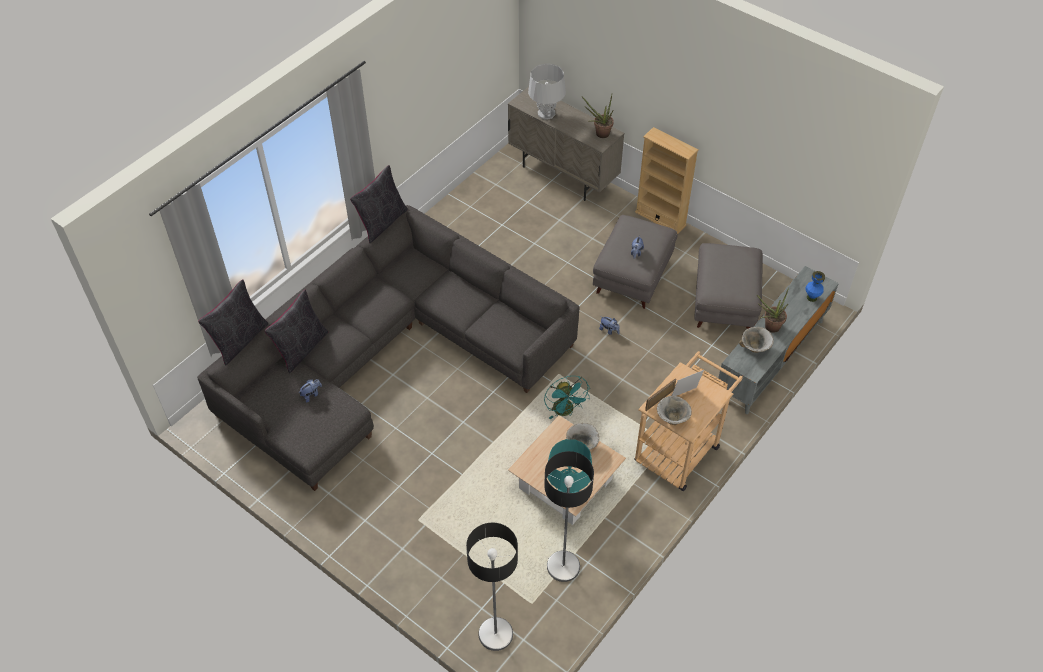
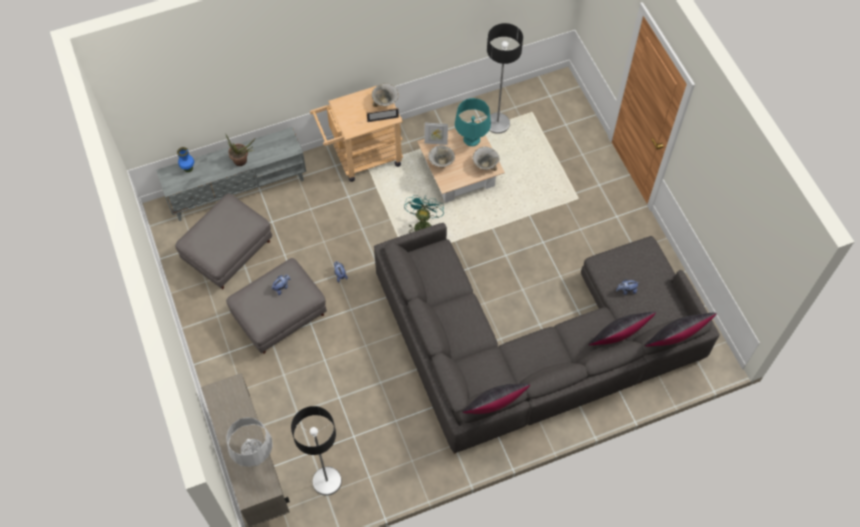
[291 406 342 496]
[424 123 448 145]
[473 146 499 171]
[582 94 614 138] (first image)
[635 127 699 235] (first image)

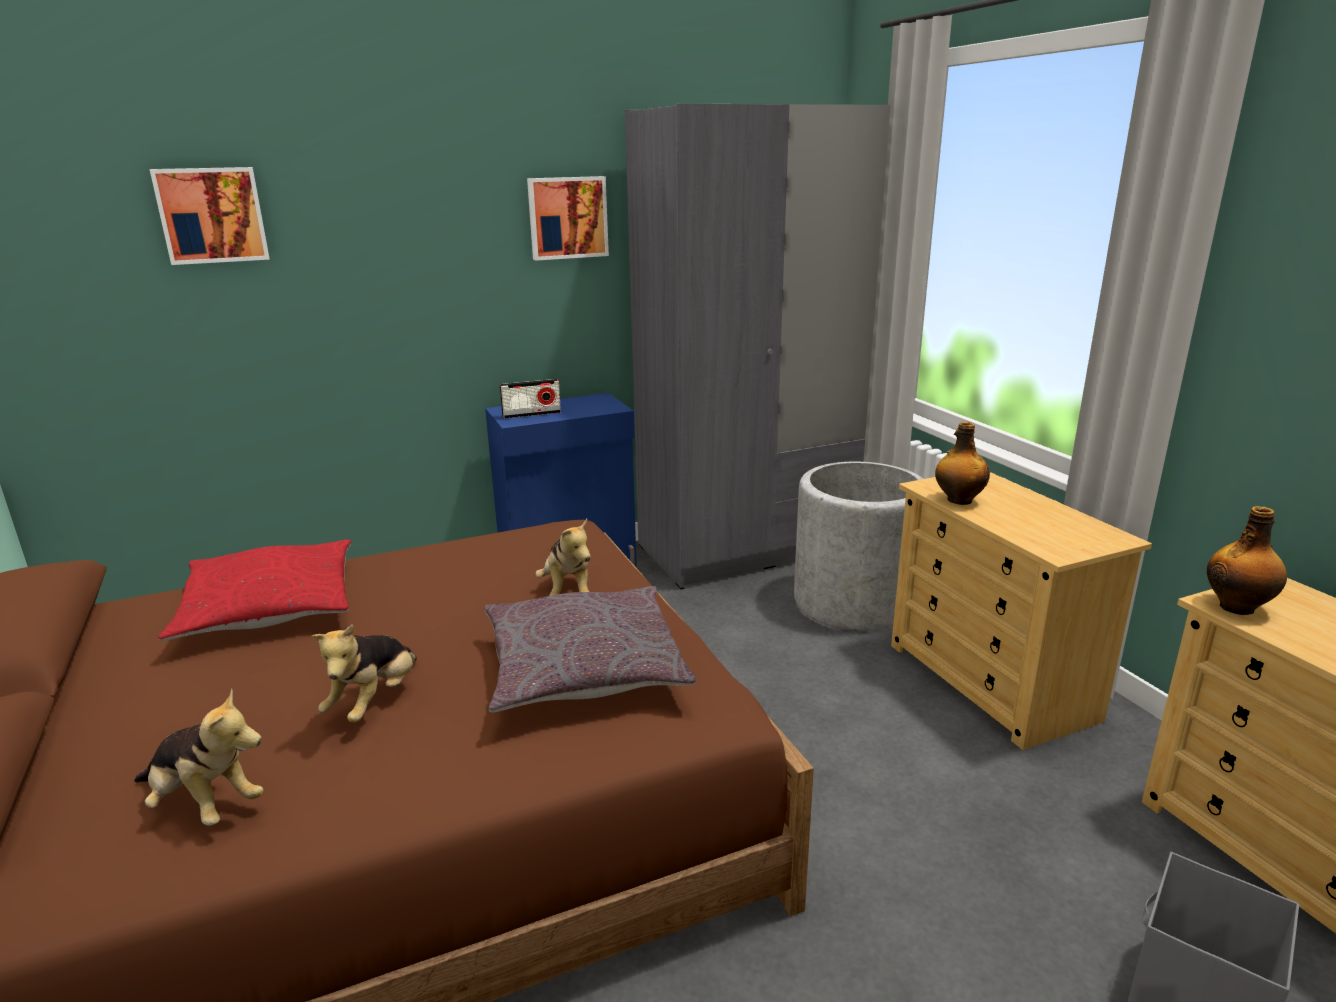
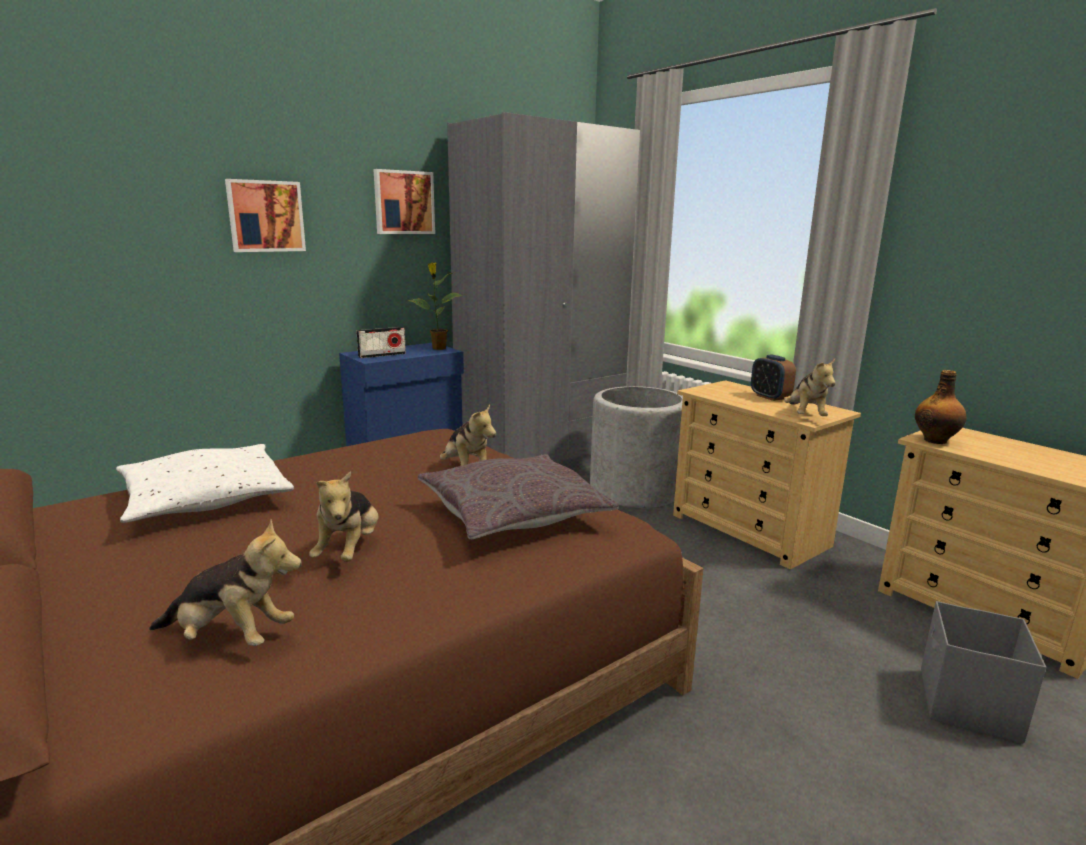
[116 444 294 523]
[225 179 306 252]
[408 263 462 350]
[751 355 796 401]
[784 359 835 416]
[935 422 990 505] (first image)

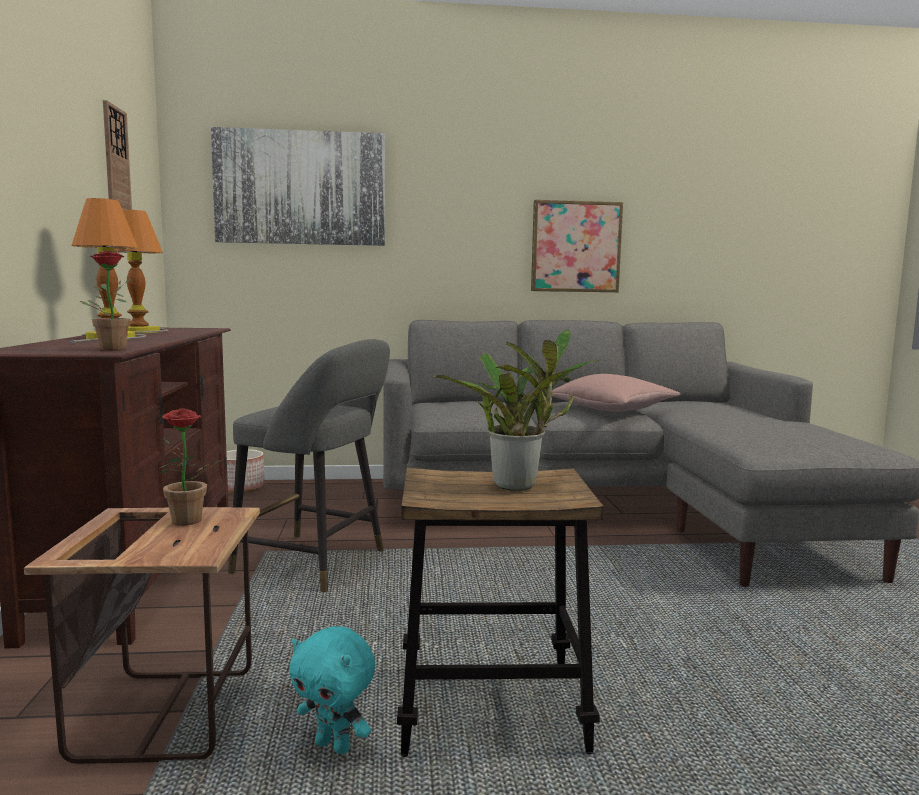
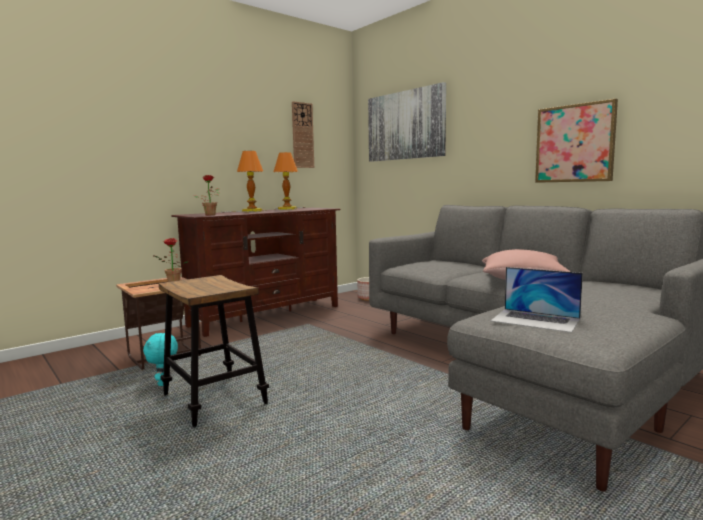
[490 267 583 333]
[228 339 390 592] (first image)
[433 329 599 491] (first image)

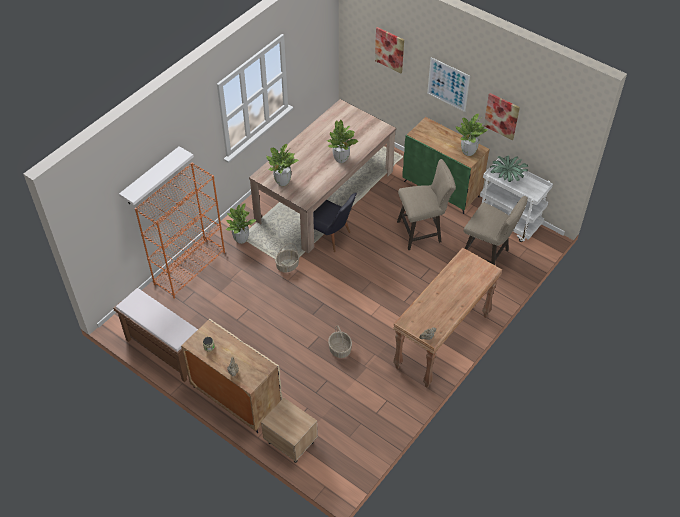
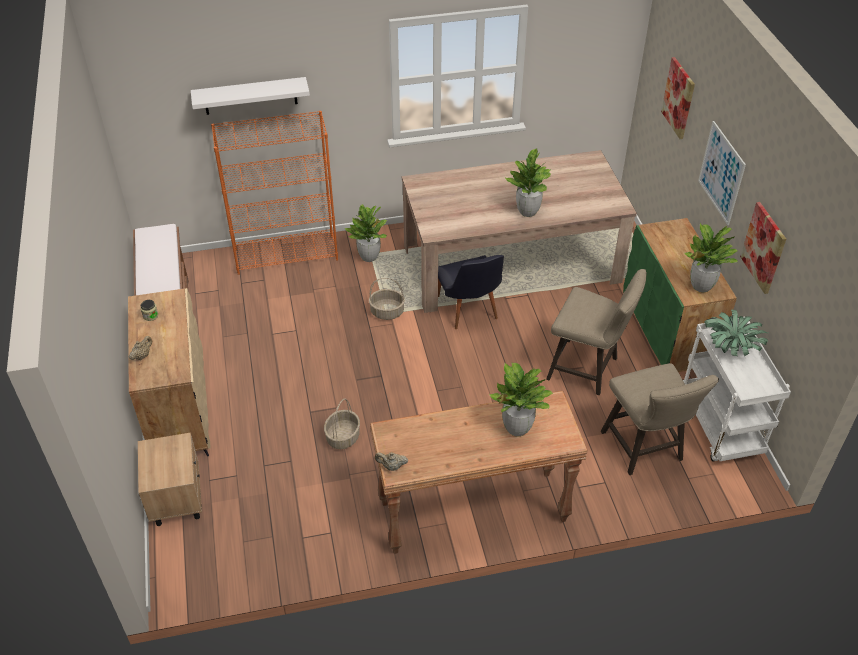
[489 363 553 436]

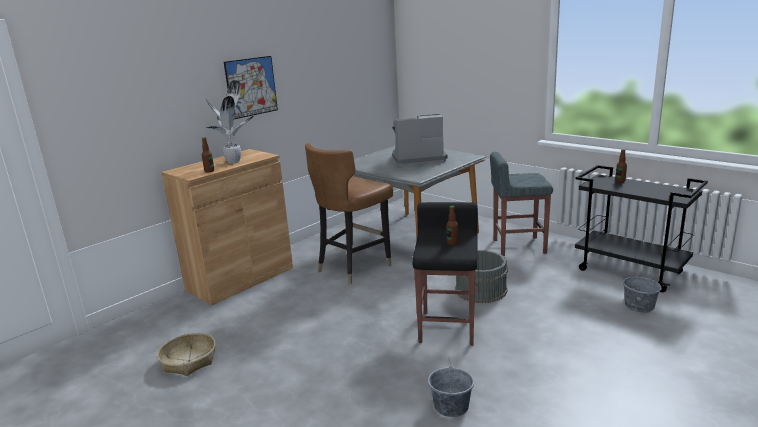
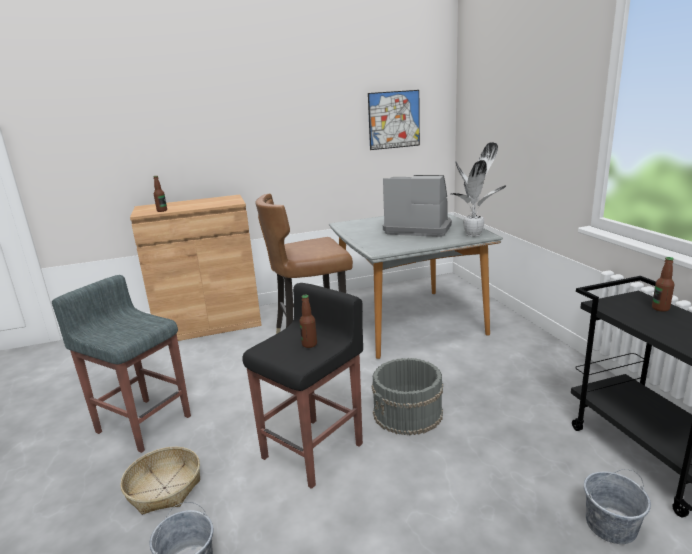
[52 275 191 453]
[120 447 200 515]
[368 90 420 150]
[451 142 506 237]

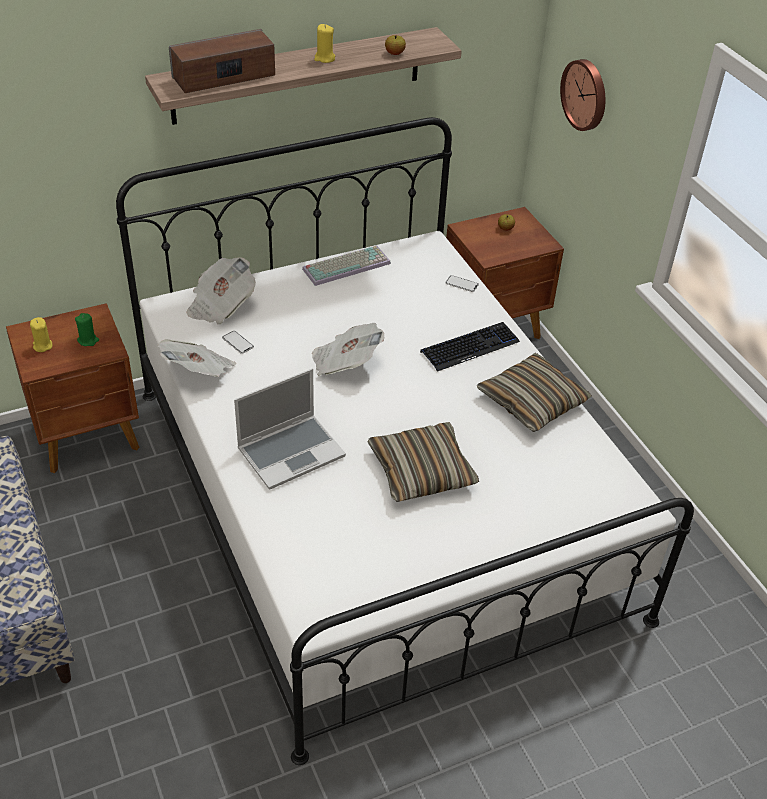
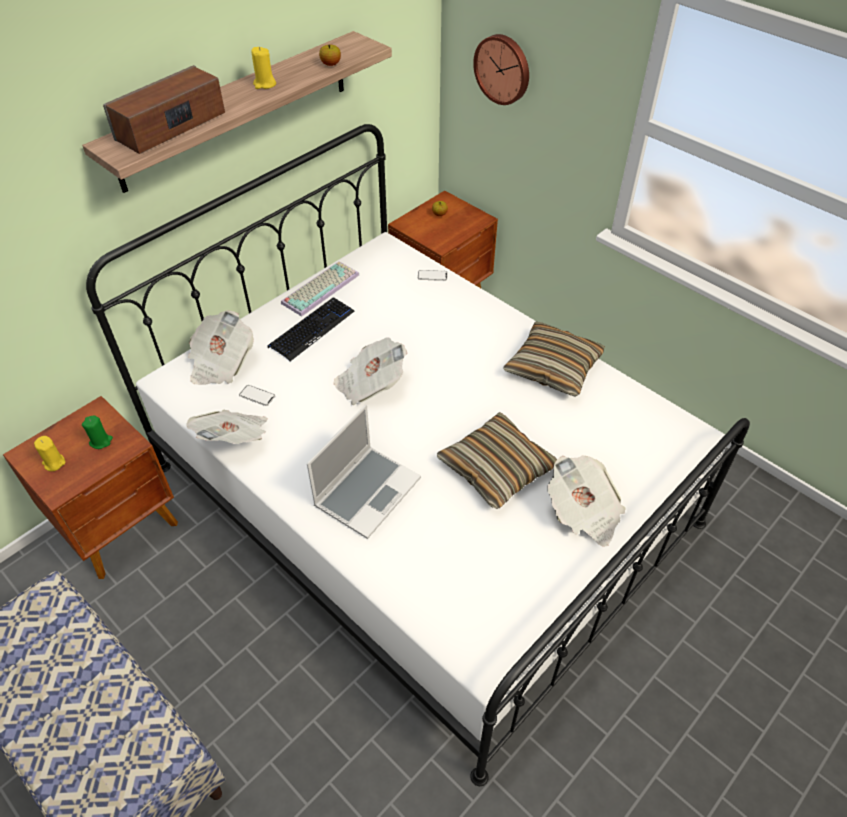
[267 297 354 361]
[547 455 626 547]

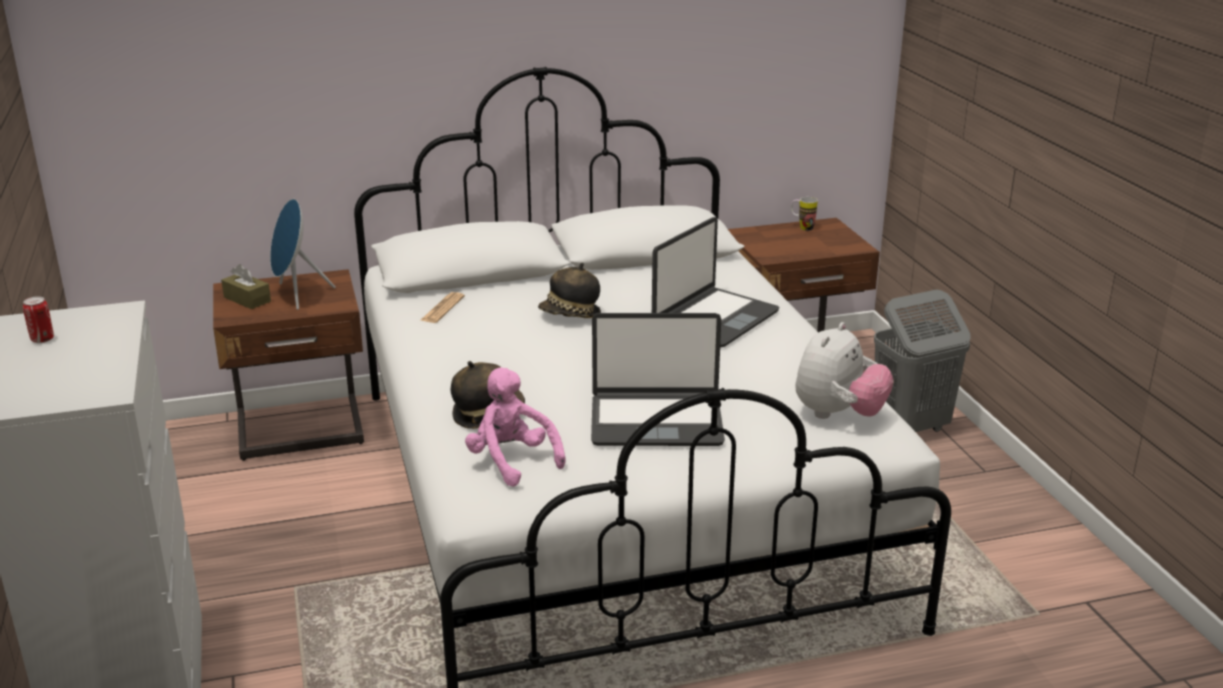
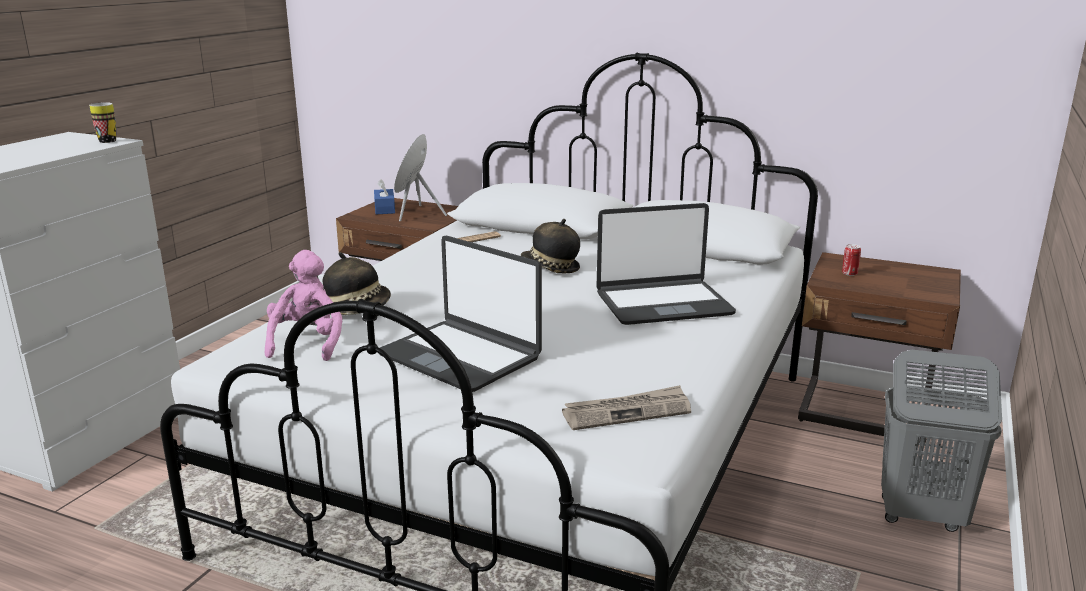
[89 102 116 143]
[374 179 395 214]
[562 385 691 430]
[842 244 861 276]

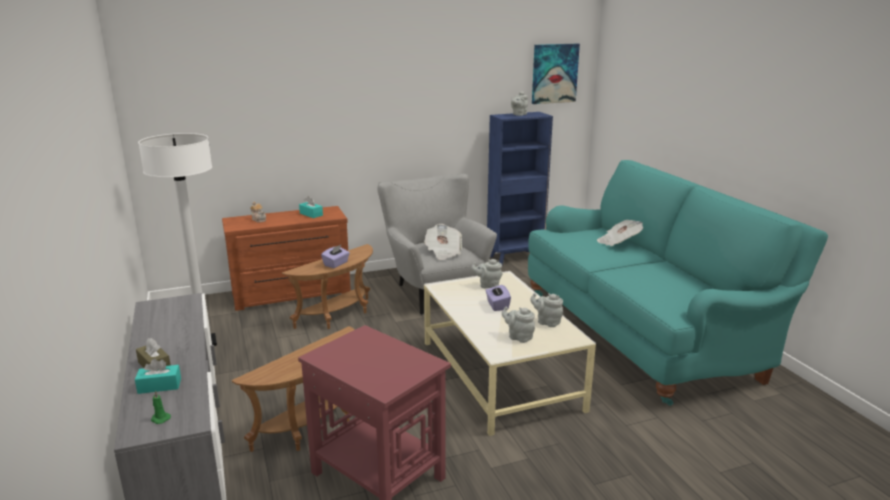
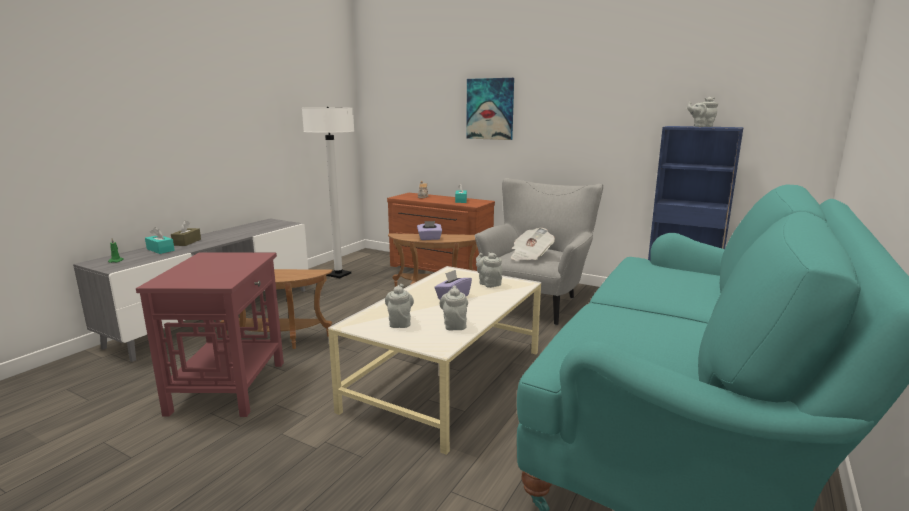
[466 78 514 140]
[597 220 643 246] (first image)

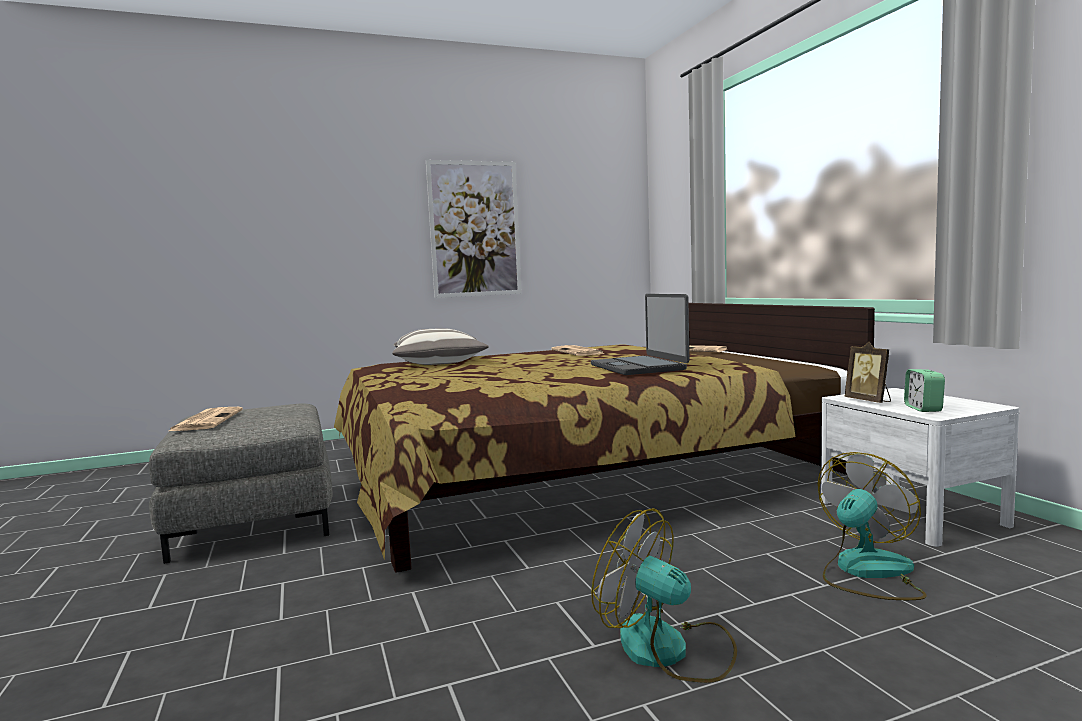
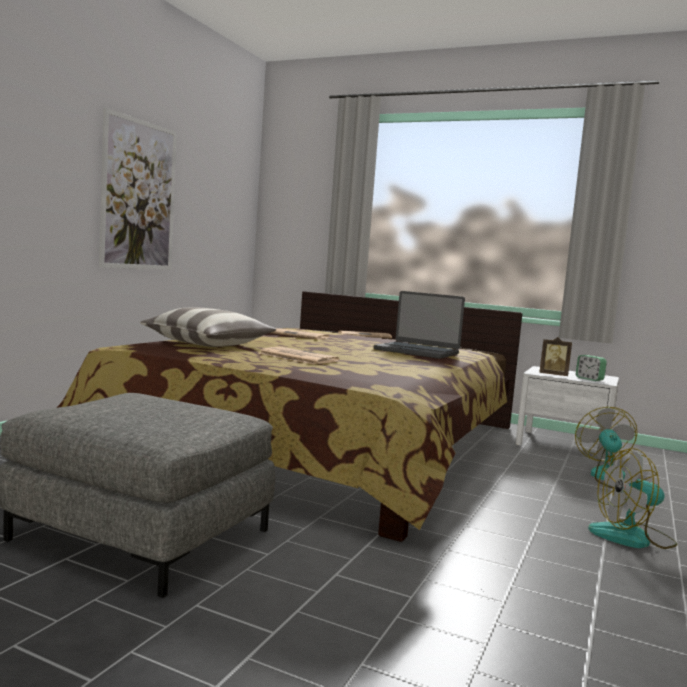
[258 347 339 364]

